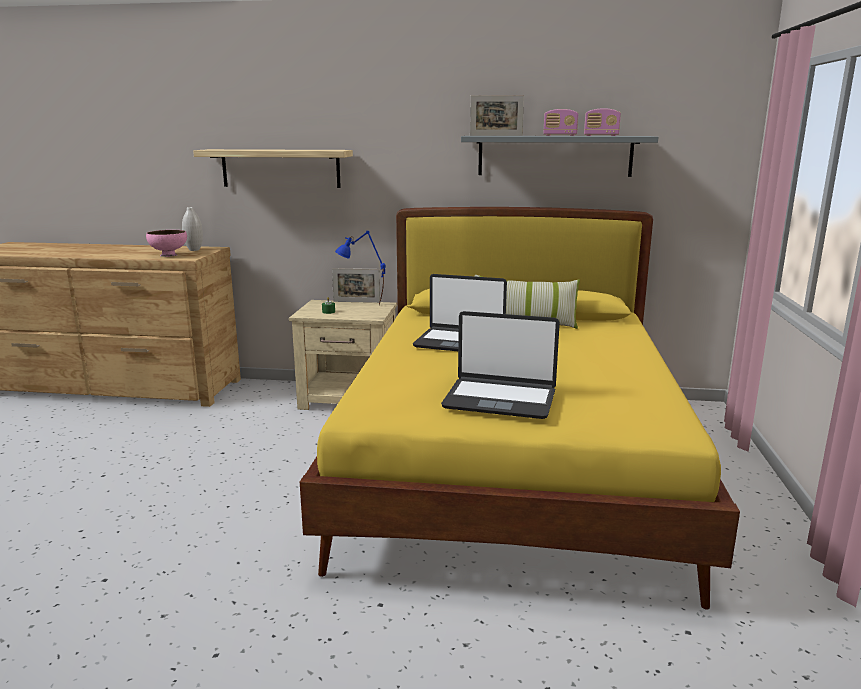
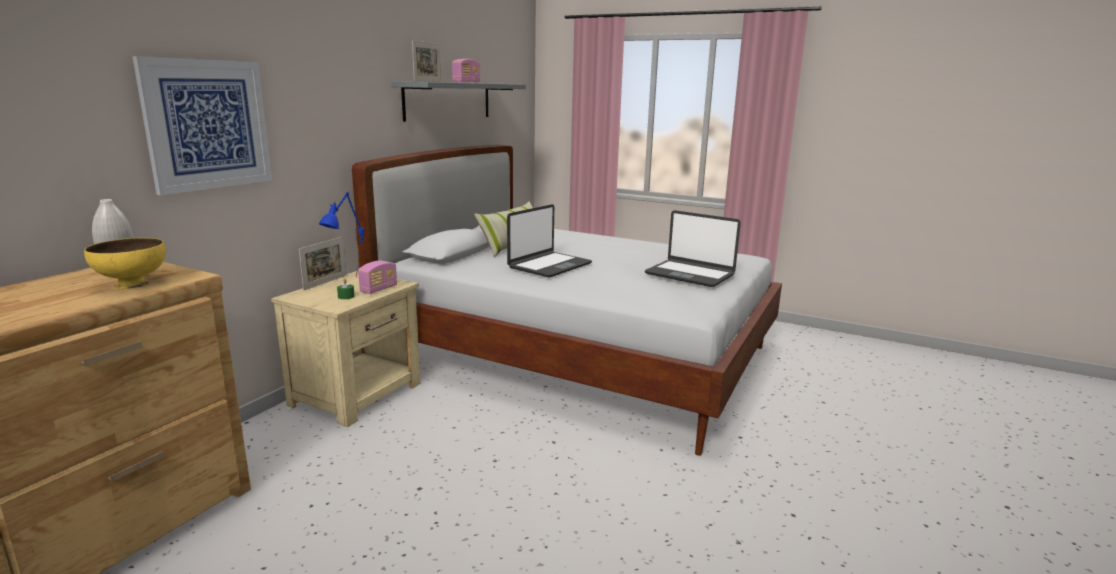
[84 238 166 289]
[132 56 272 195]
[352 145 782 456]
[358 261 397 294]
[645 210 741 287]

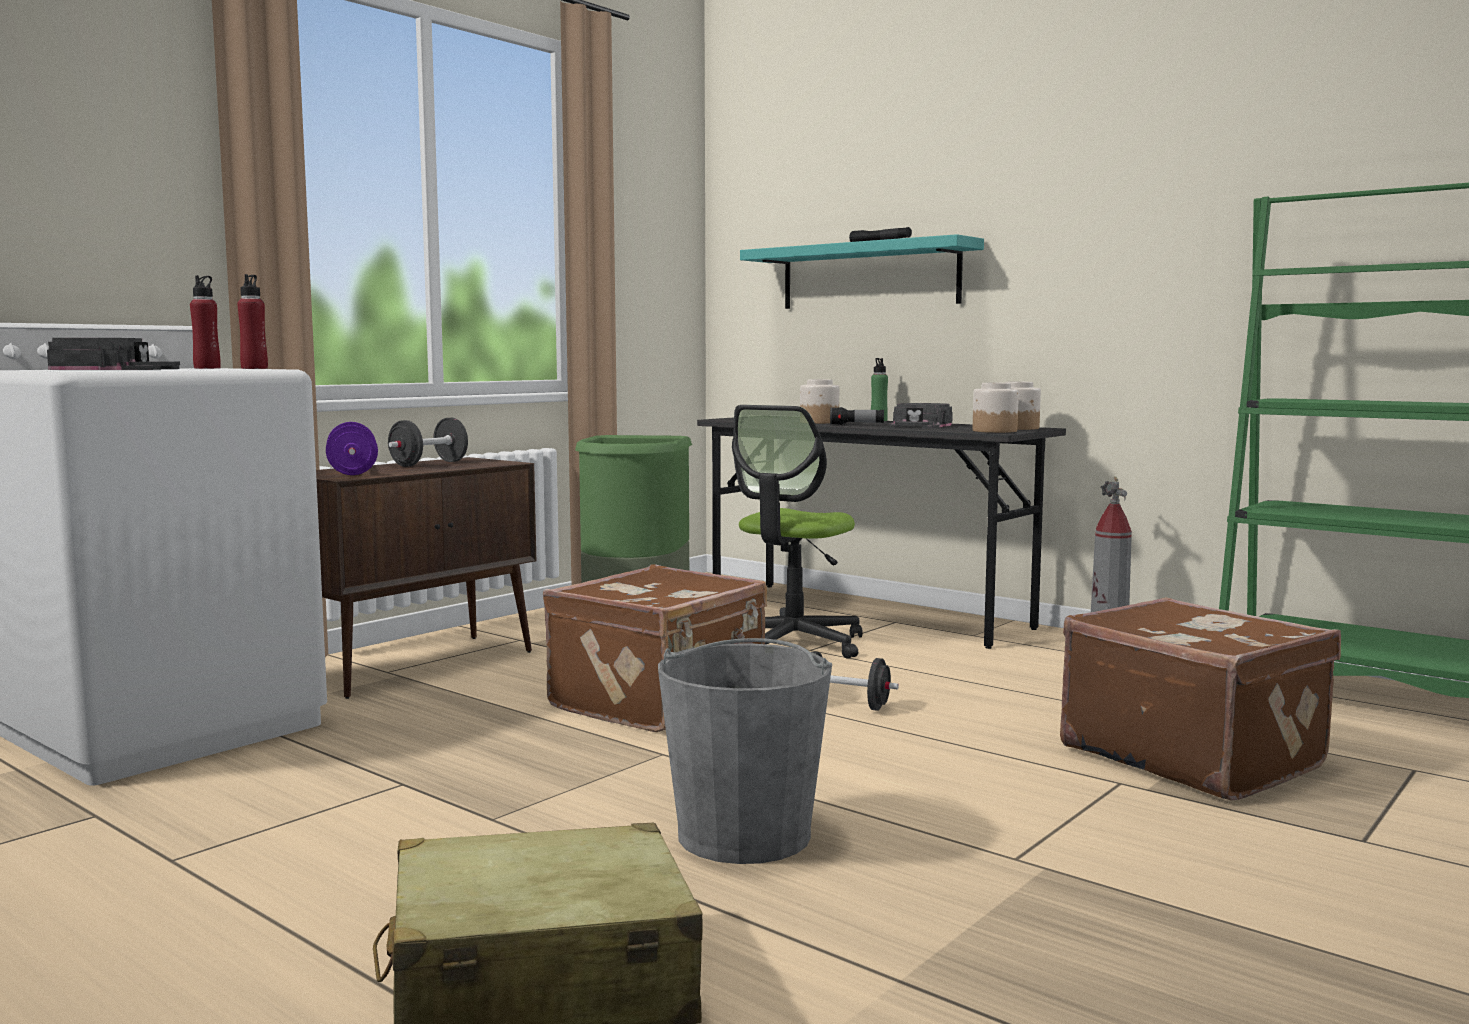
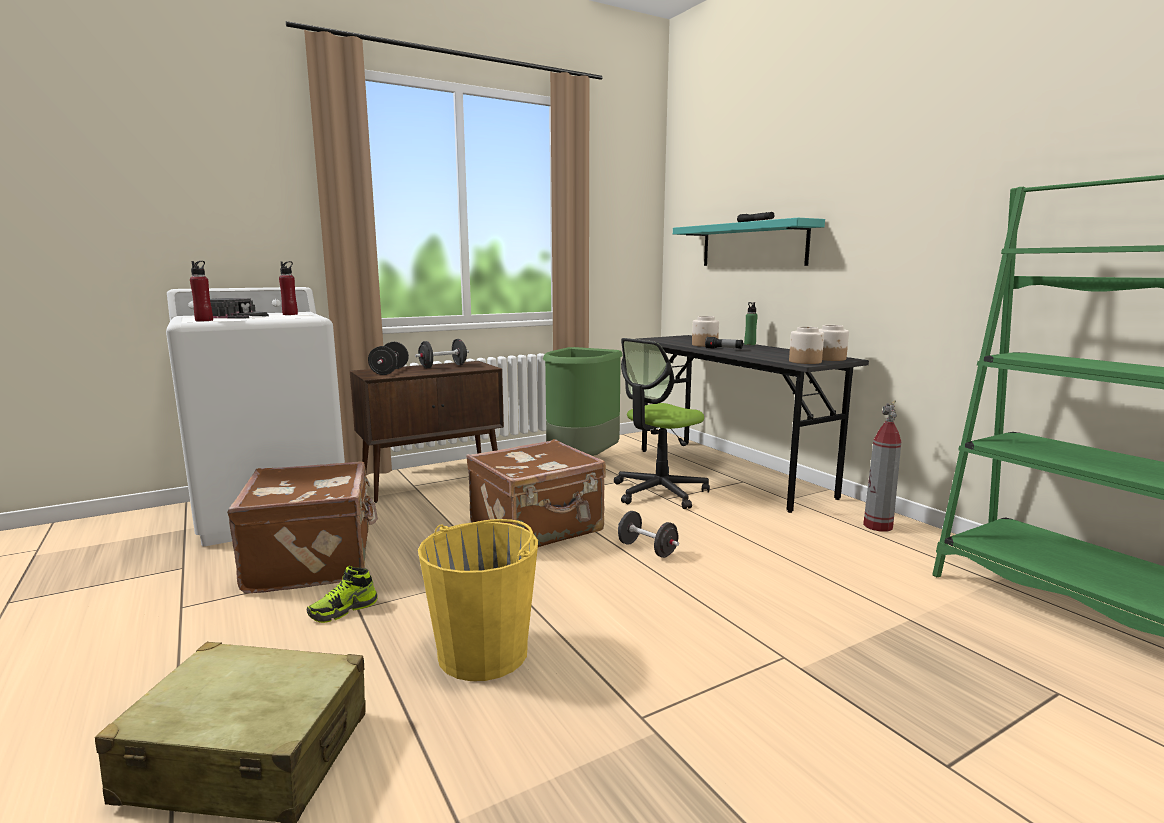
[190 261 213 321]
[227 461 378 593]
[307 566 377 623]
[368 342 409 375]
[418 519 538 681]
[889 403 953 428] (first image)

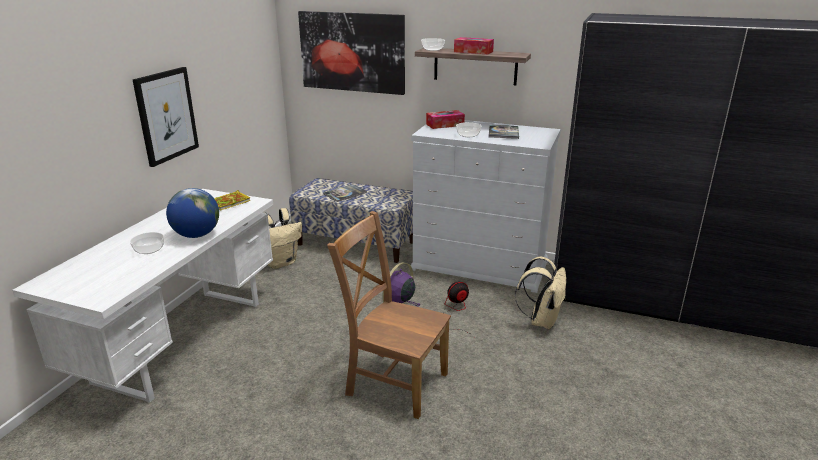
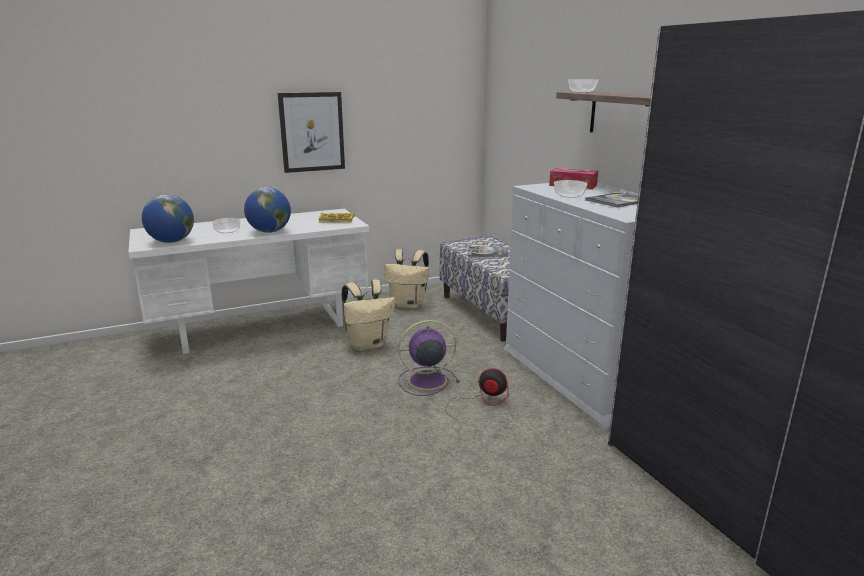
[142 195 194 243]
[342 279 395 351]
[298 11 405 95] (first image)
[327 211 451 419] (first image)
[454 37 494 54] (first image)

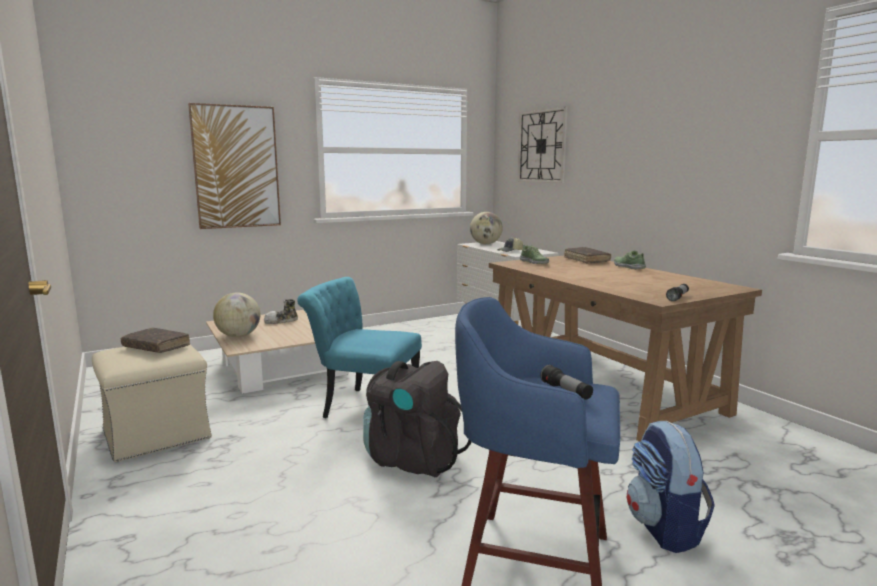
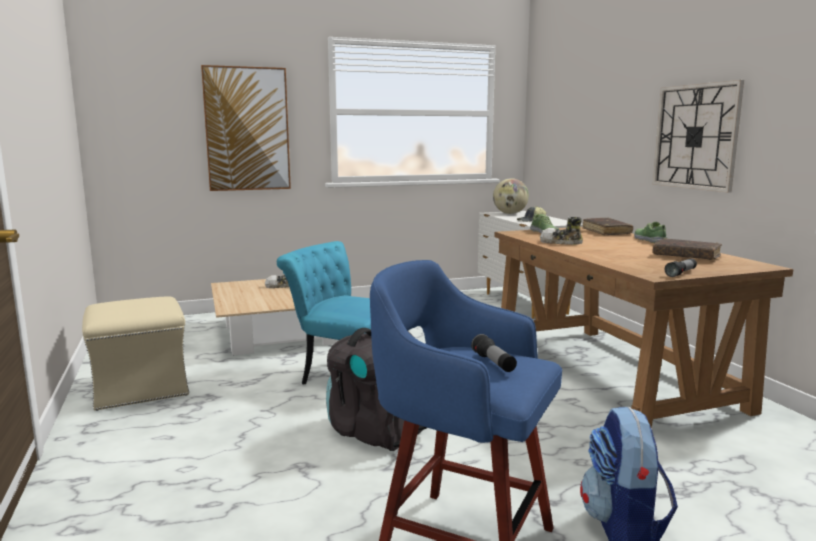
[540 217 583 245]
[653 80 744 192]
[653 238 722 260]
[213 293 261 337] (first image)

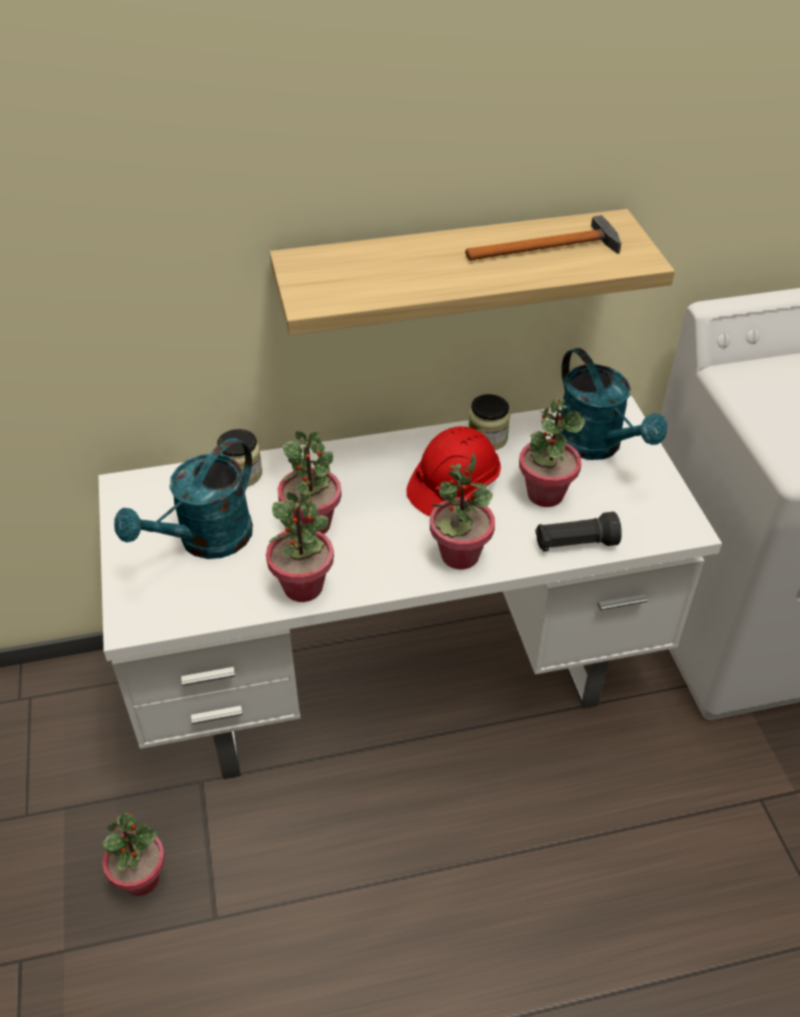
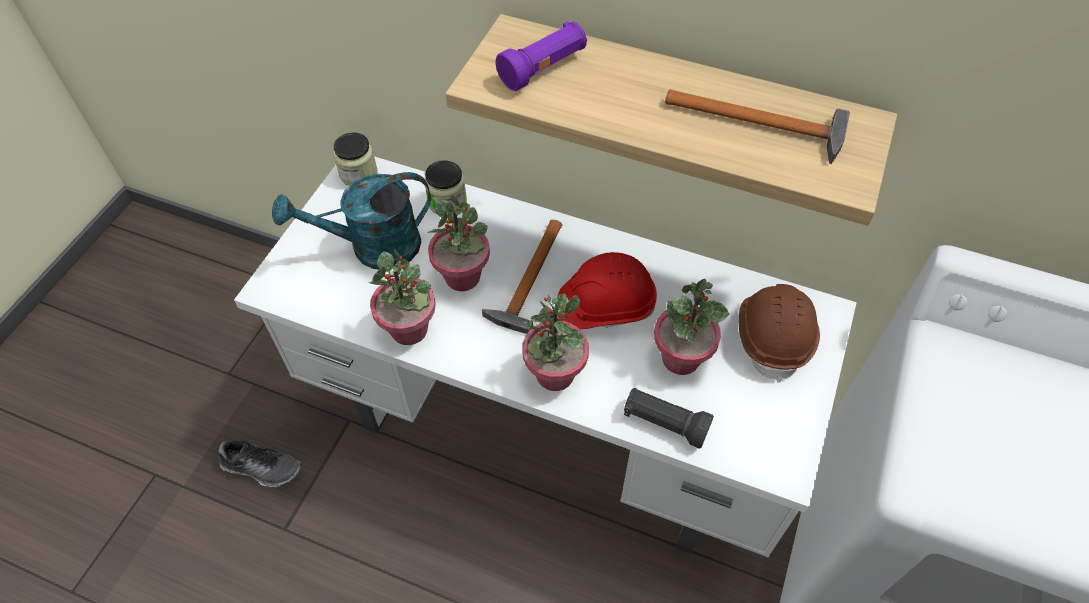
[219 440 300 487]
[333 132 378 186]
[482 220 562 334]
[496 21 587 91]
[739 284 820 383]

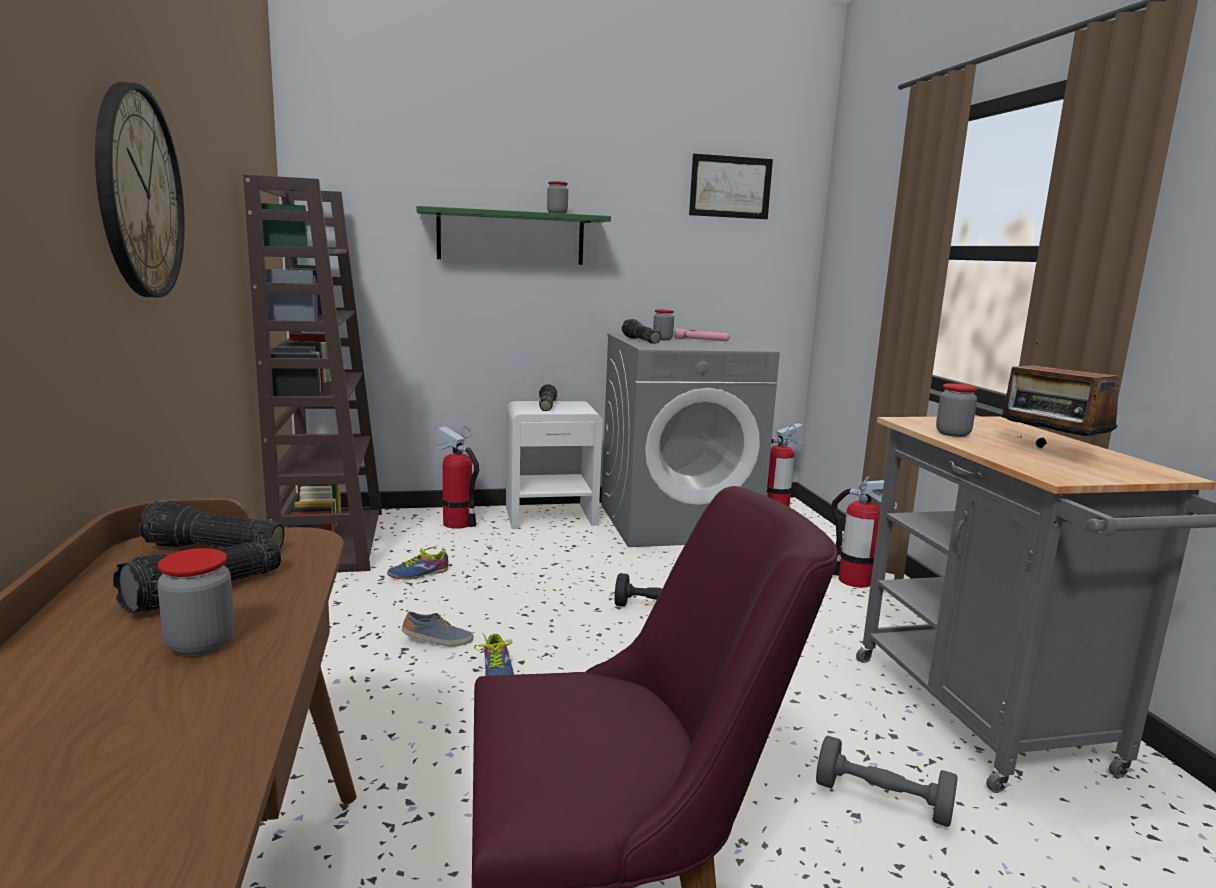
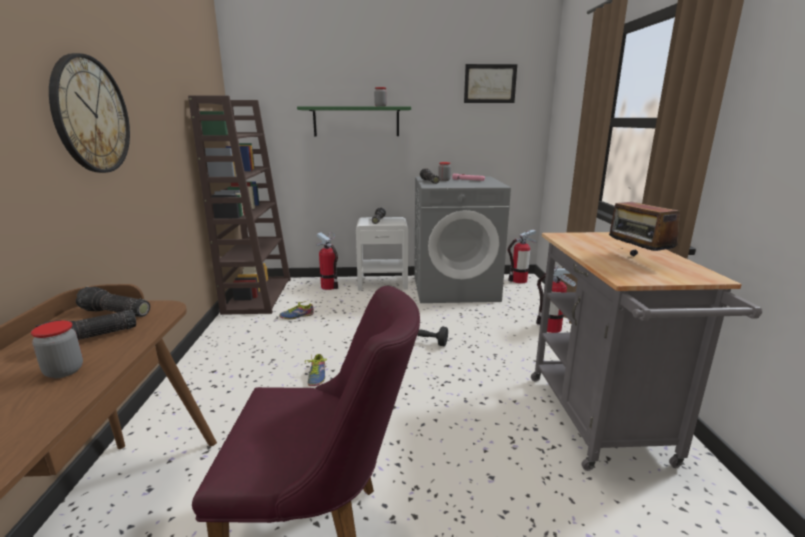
[402 611 473 647] (first image)
[816 735 958 827] (first image)
[936 384 978 437] (first image)

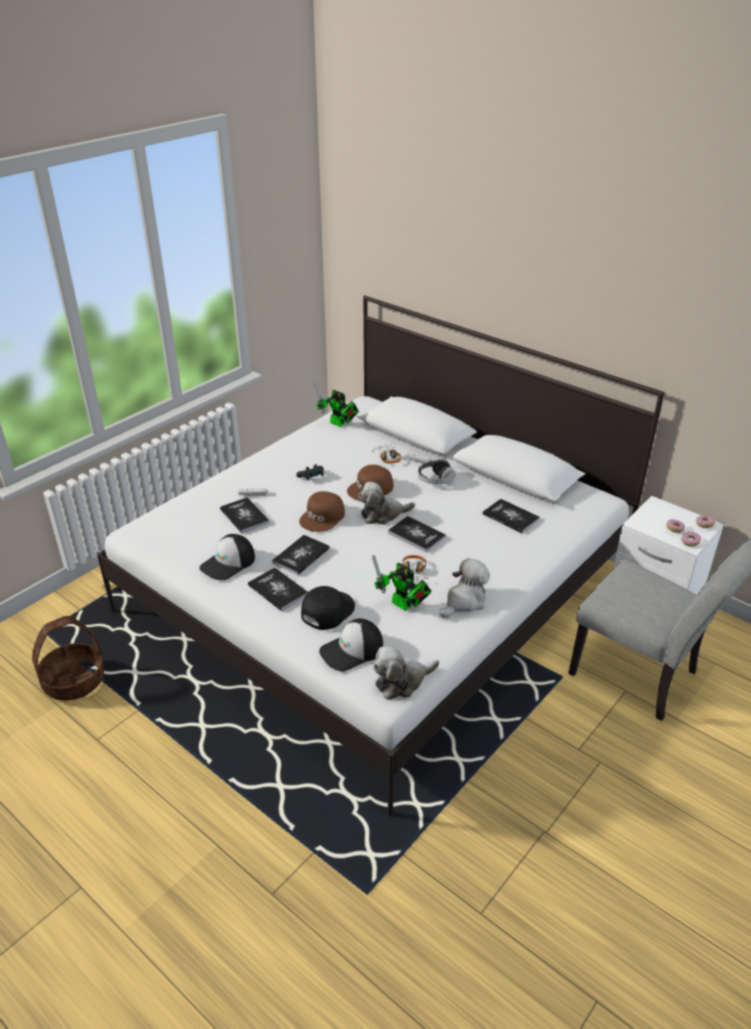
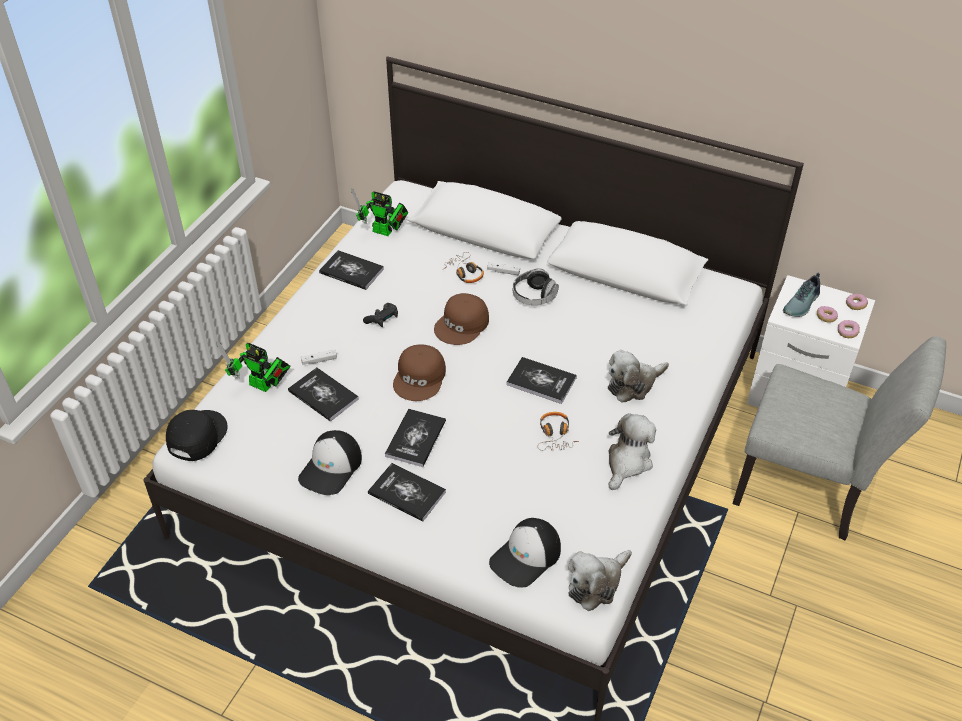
[166 410 227 461]
[217 342 290 392]
[319 250 384 290]
[608 350 669 403]
[783 273 820 317]
[32 616 104 700] (first image)

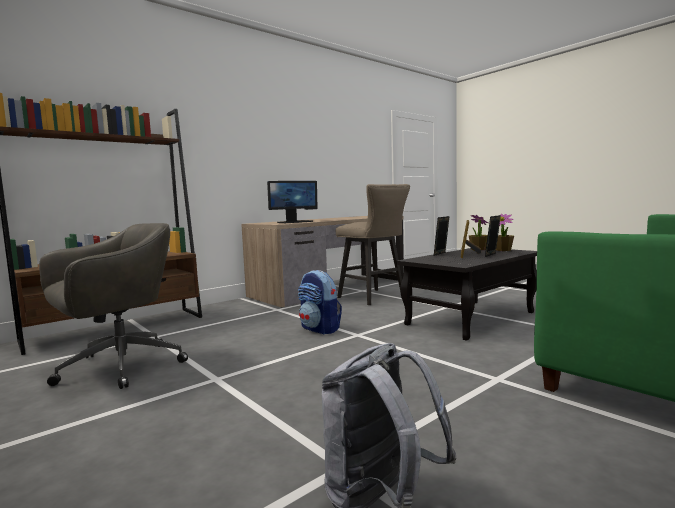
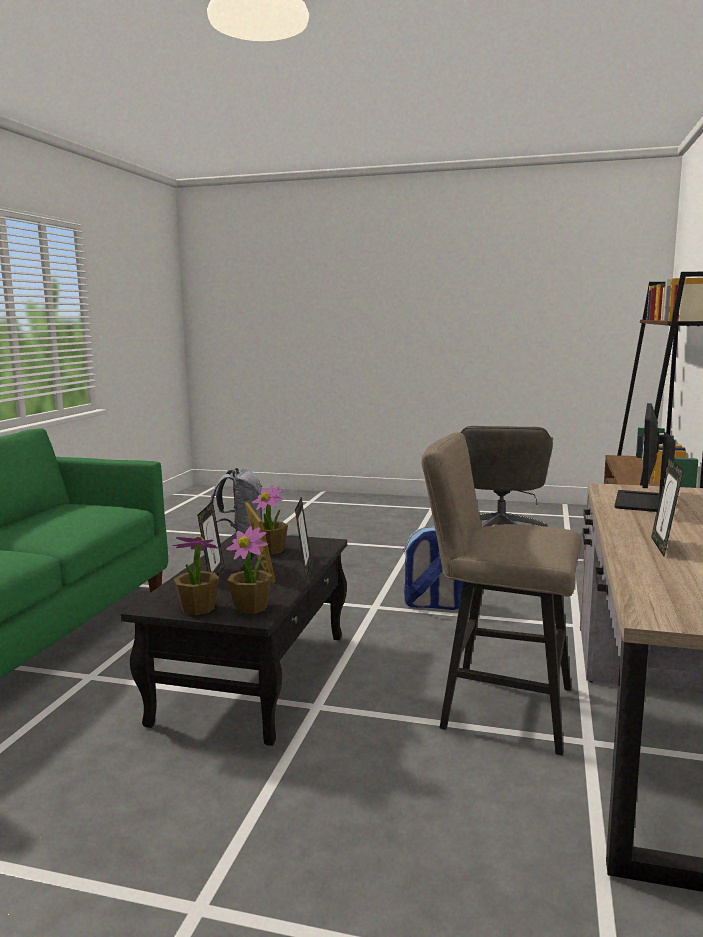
[252 485 288 555]
[651 457 684 556]

